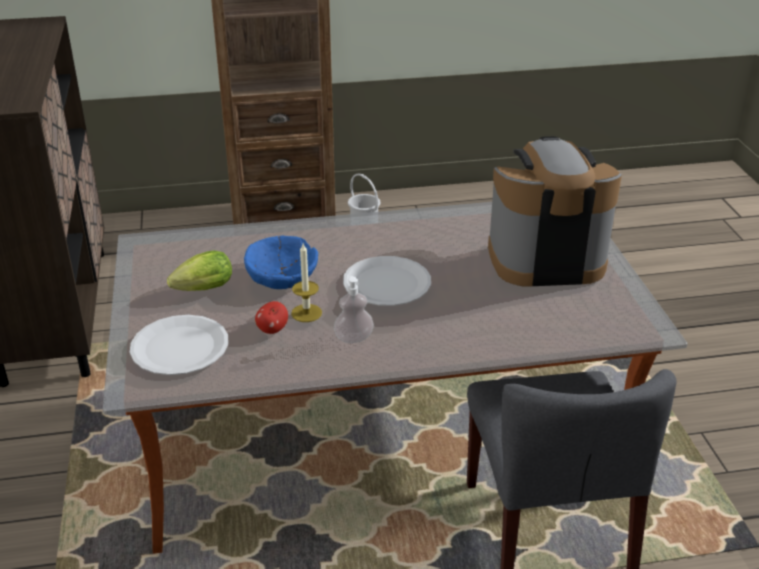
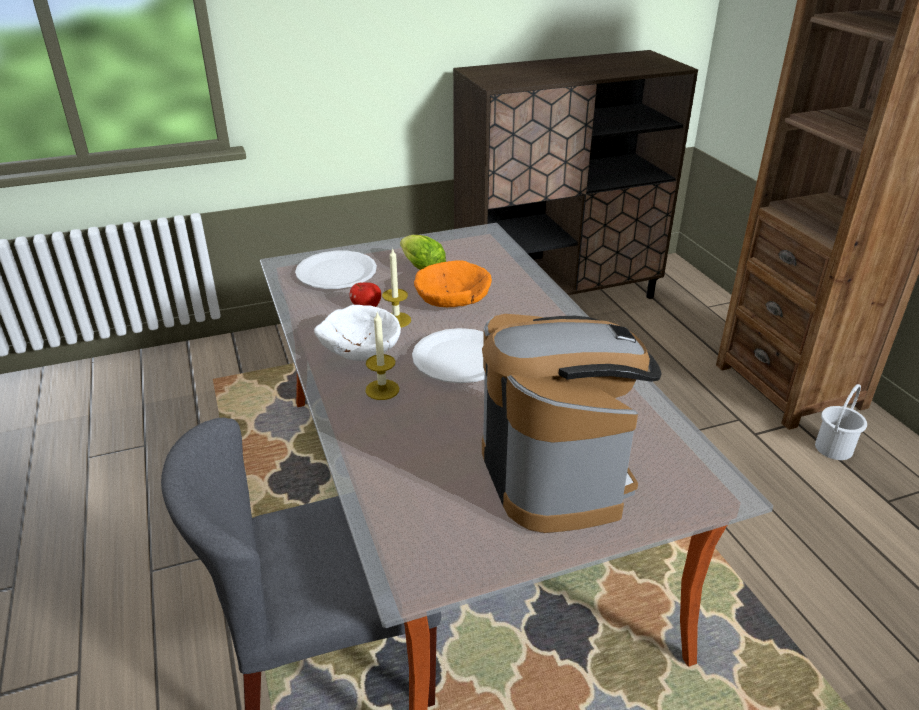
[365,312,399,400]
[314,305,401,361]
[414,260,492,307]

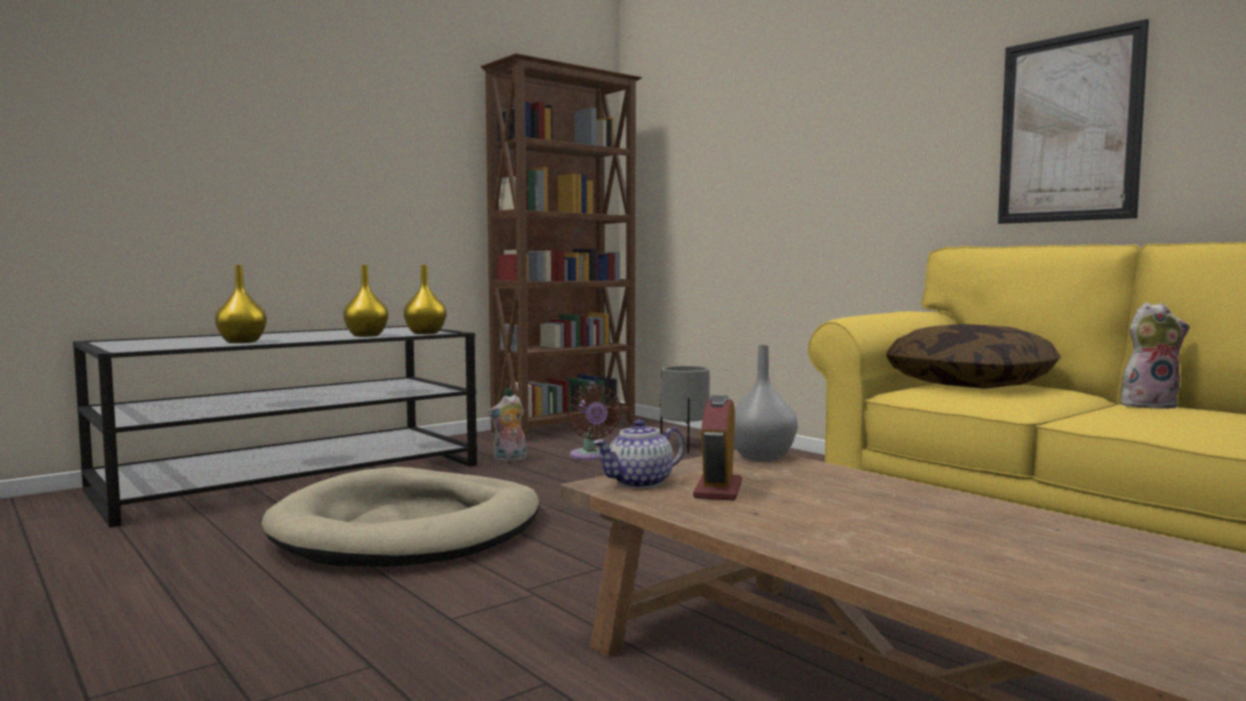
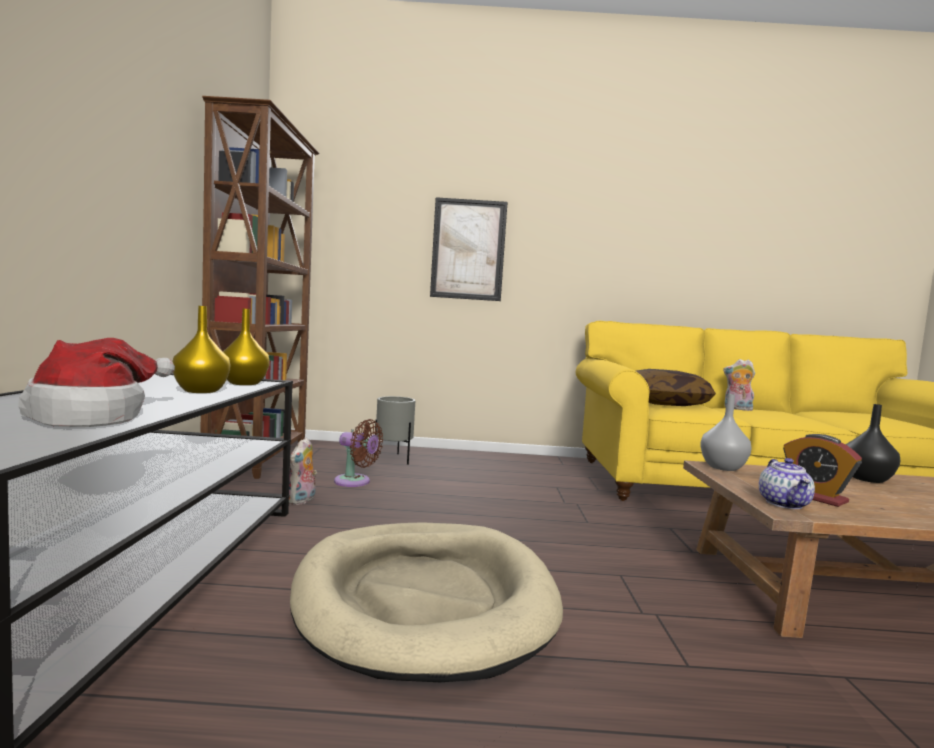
[846,404,901,483]
[430,197,508,301]
[18,338,175,427]
[723,359,755,411]

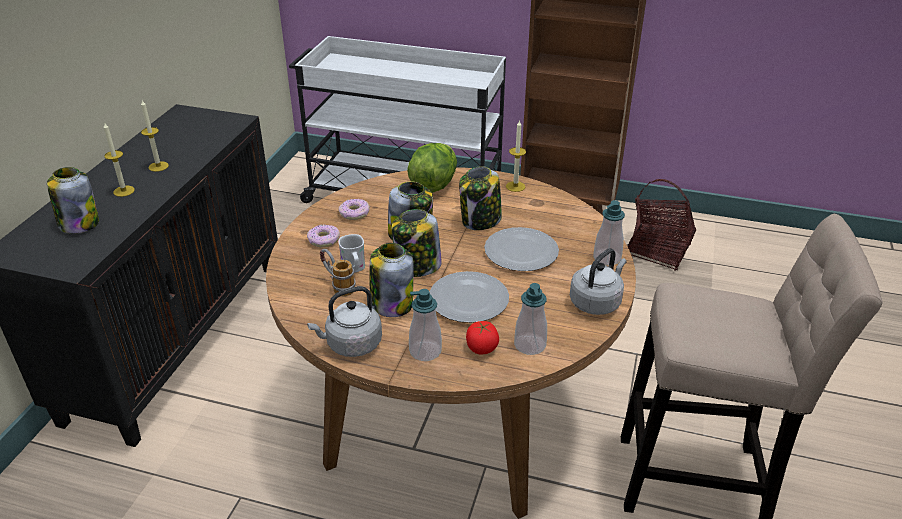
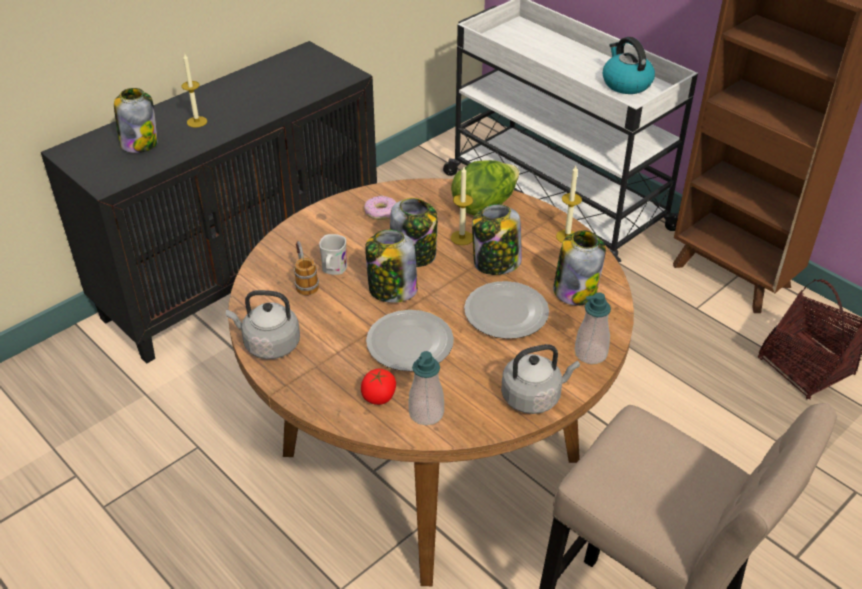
[307,225,340,248] (first image)
[409,289,442,361] (first image)
[603,37,655,94]
[451,167,473,245]
[553,230,606,306]

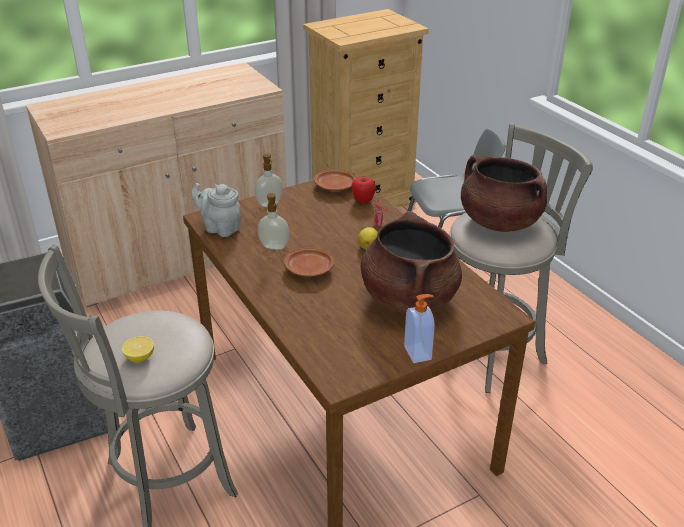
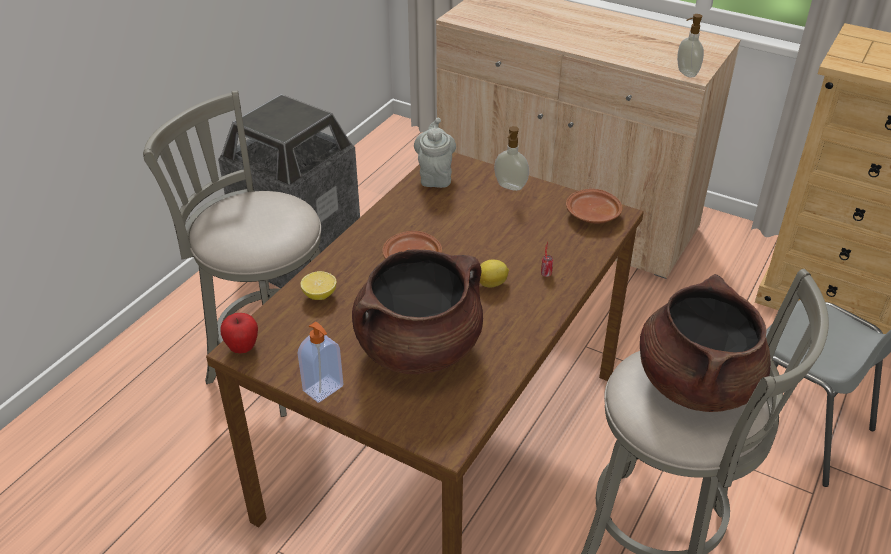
[301,271,336,300]
[677,14,704,78]
[220,313,258,354]

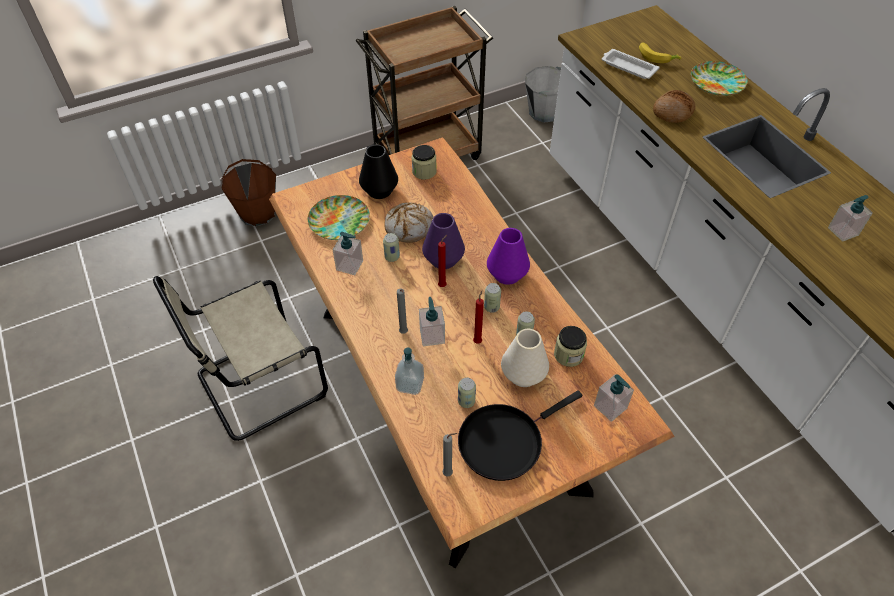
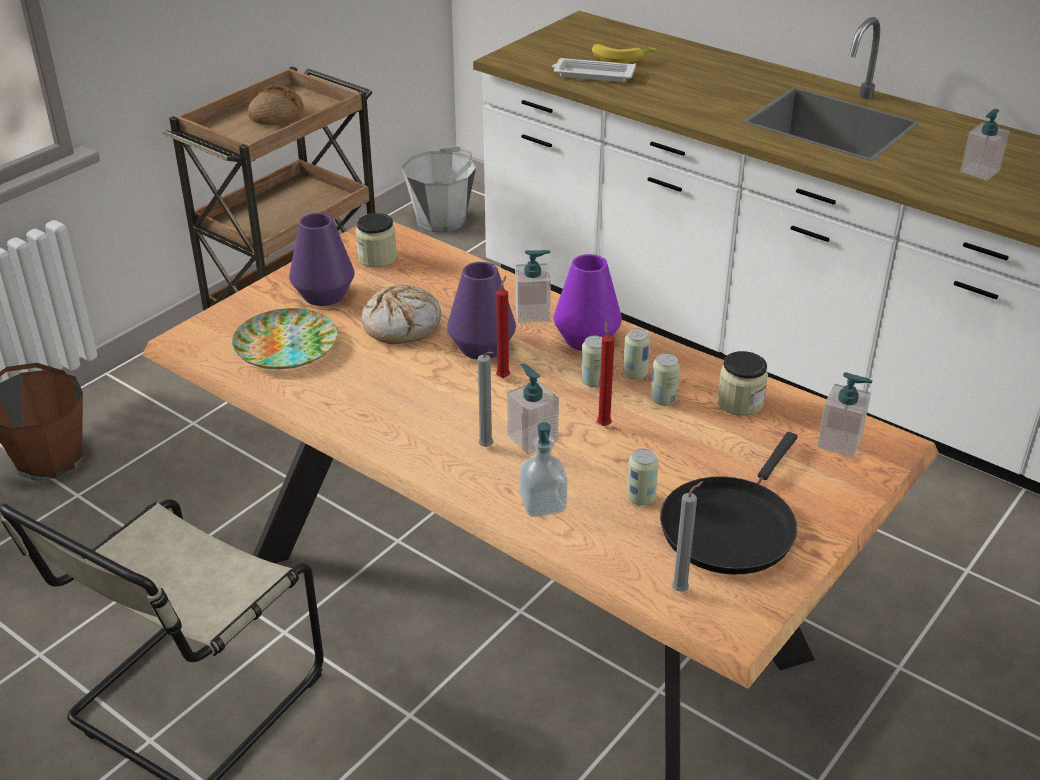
[501,329,549,387] (first image)
[691,61,748,96] (first image)
[515,250,551,323]
[623,328,650,380]
[248,84,304,125]
[289,213,354,306]

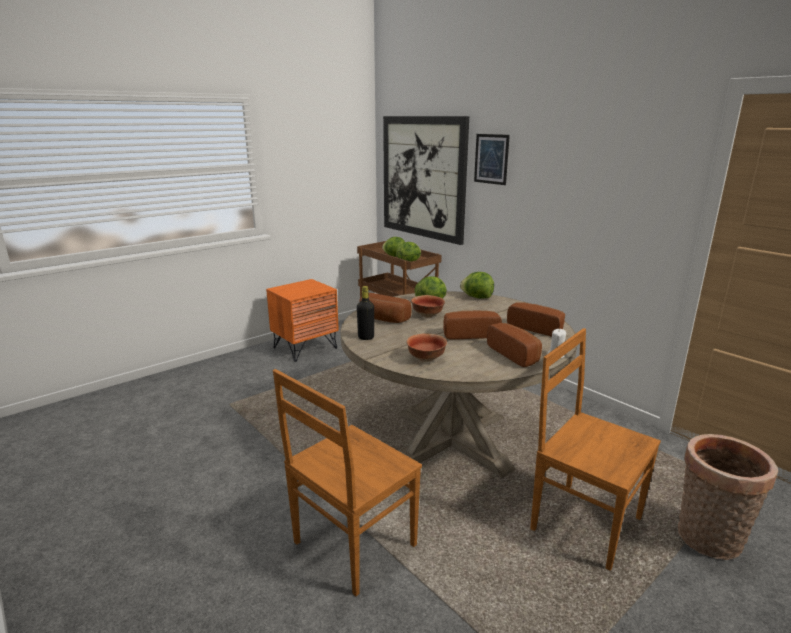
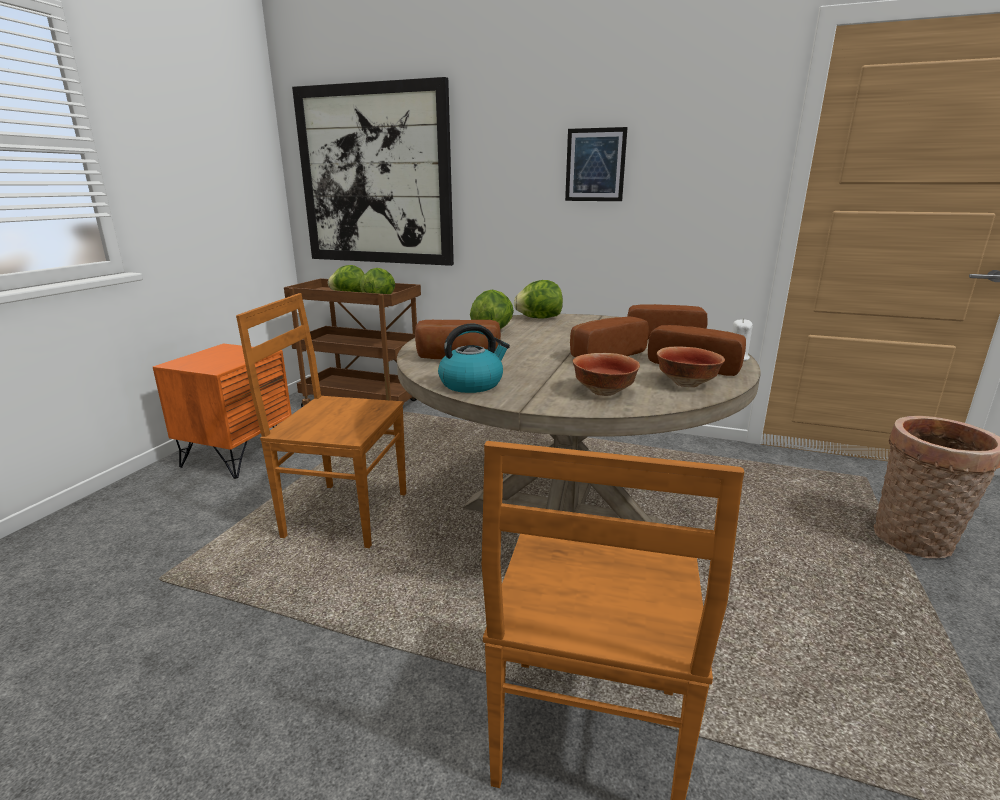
[657,346,725,387]
[565,127,628,201]
[236,293,406,548]
[438,324,510,393]

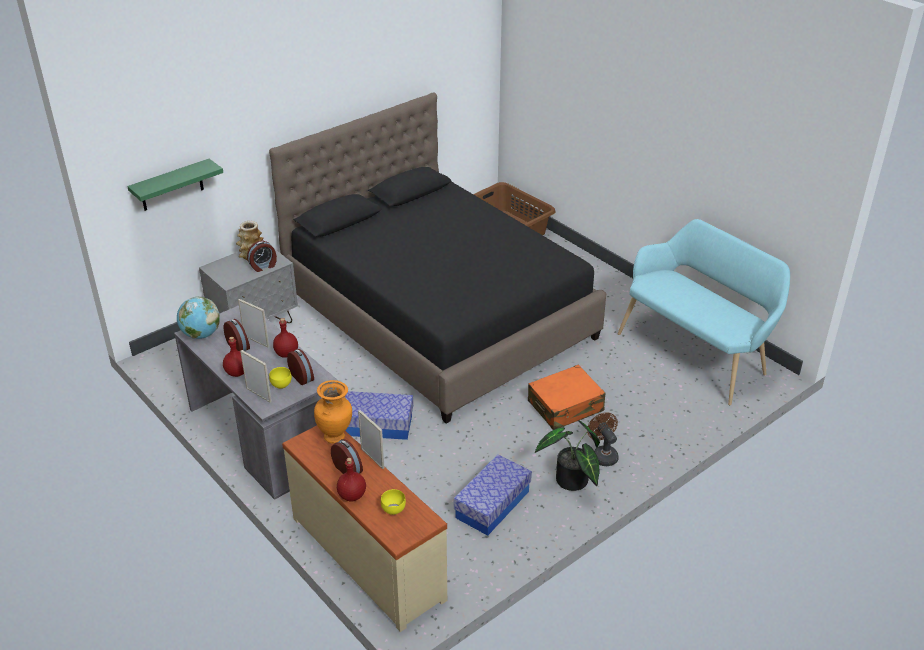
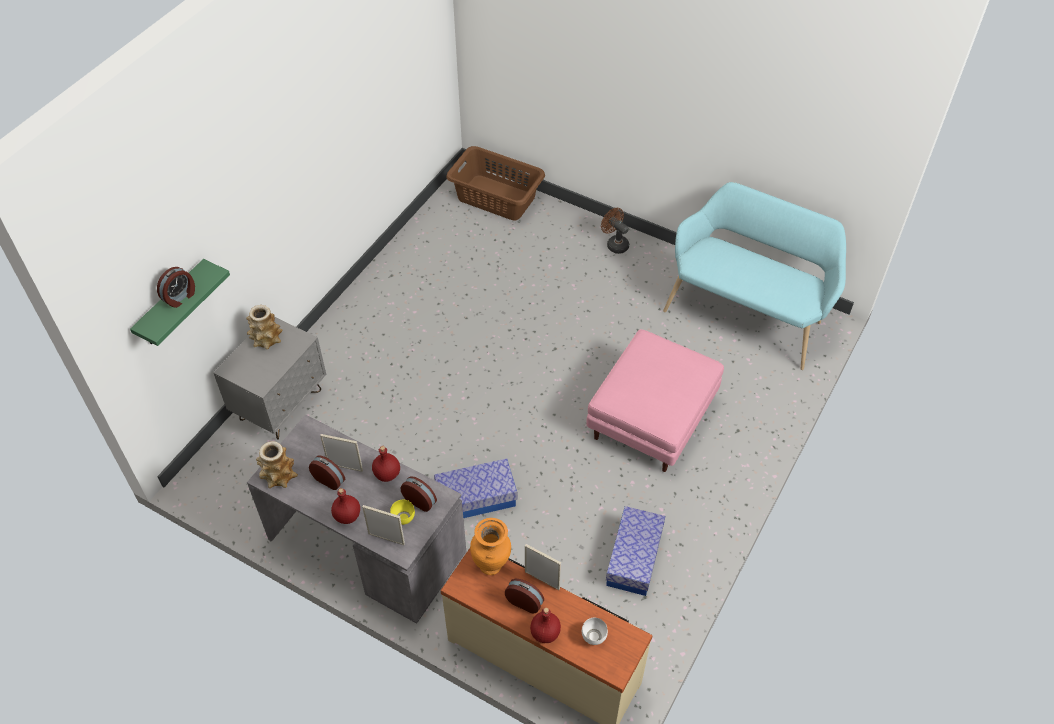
[269,93,606,424] (first image)
[535,420,600,491] (first image)
[157,267,195,308]
[601,208,629,254]
[256,441,298,488]
[586,329,724,472]
[582,618,608,645]

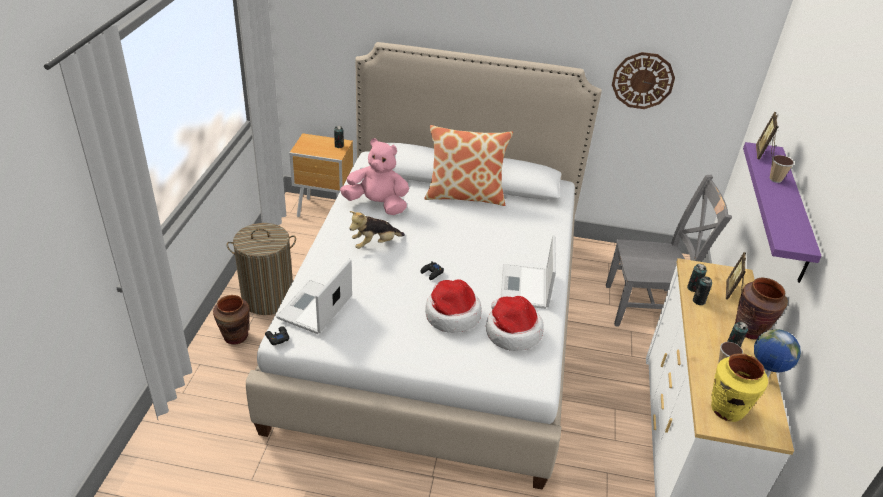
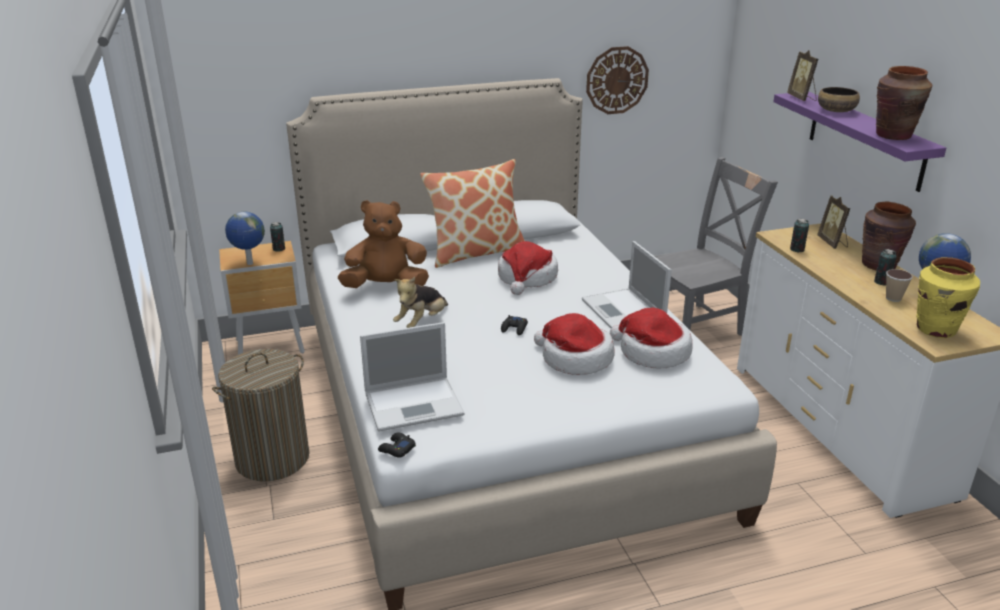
[693,276,712,305] (first image)
[225,212,265,265]
[498,241,558,295]
[876,66,933,140]
[818,87,860,112]
[338,200,429,288]
[360,322,464,432]

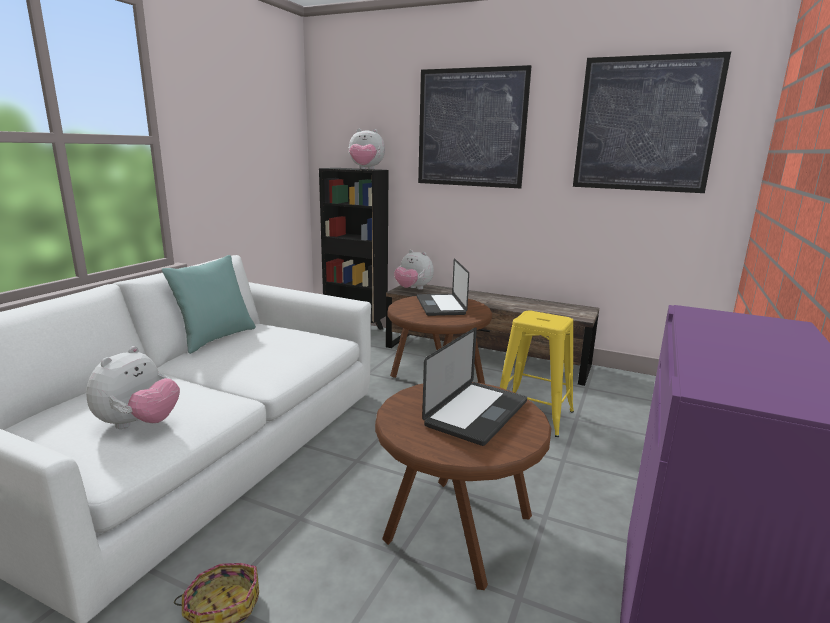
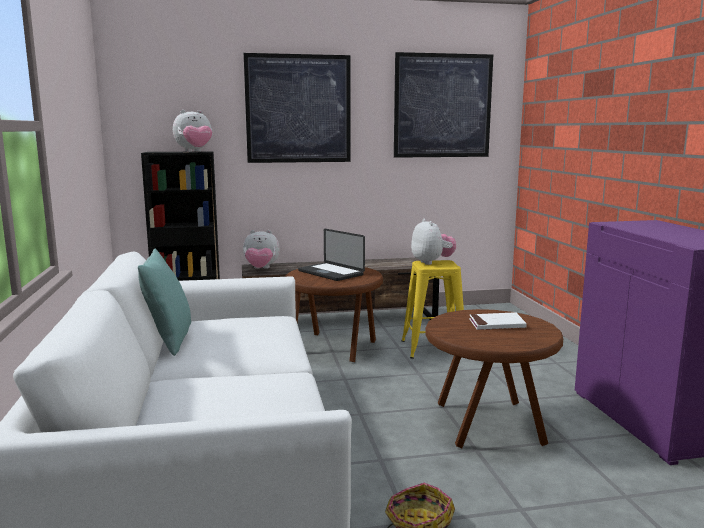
[411,219,456,265]
[469,312,527,330]

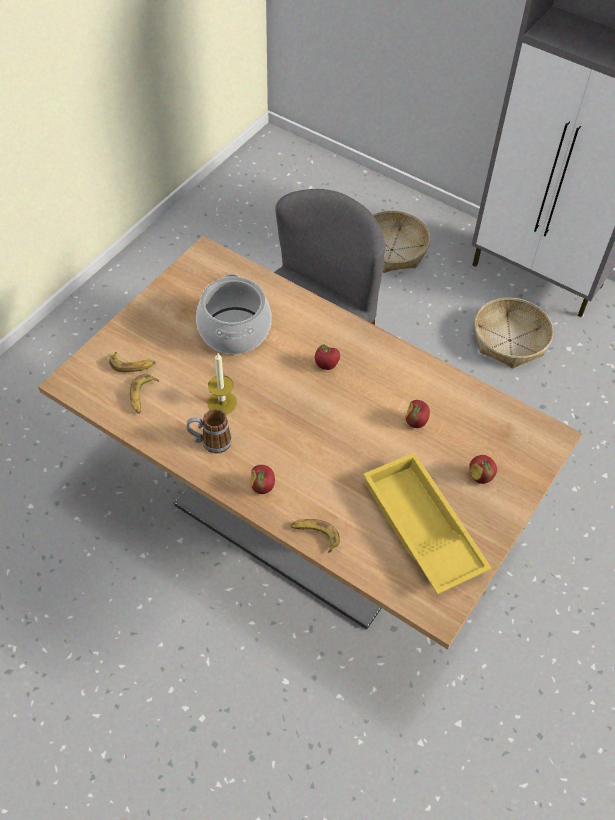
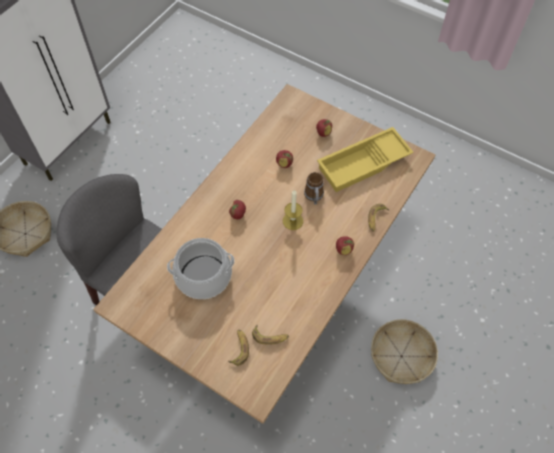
[304,172,324,205]
[283,189,303,230]
[371,319,438,384]

